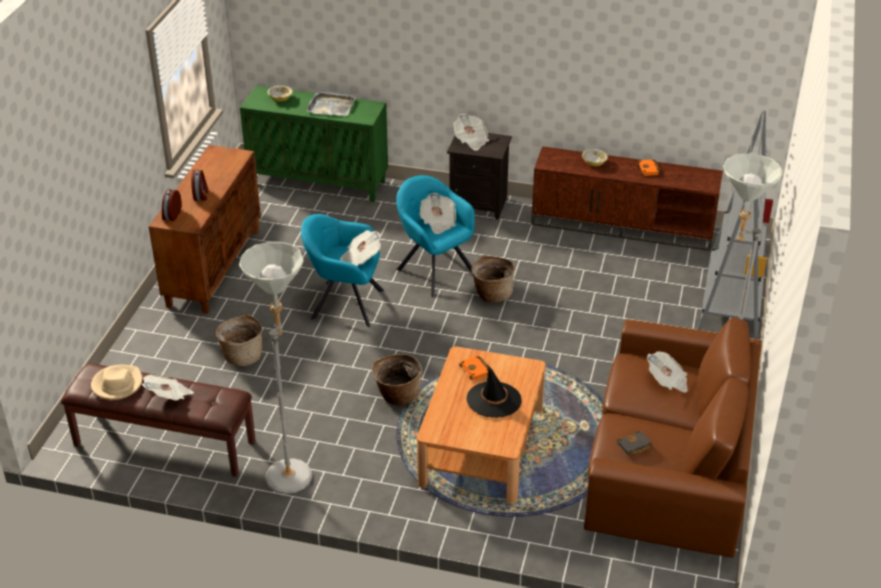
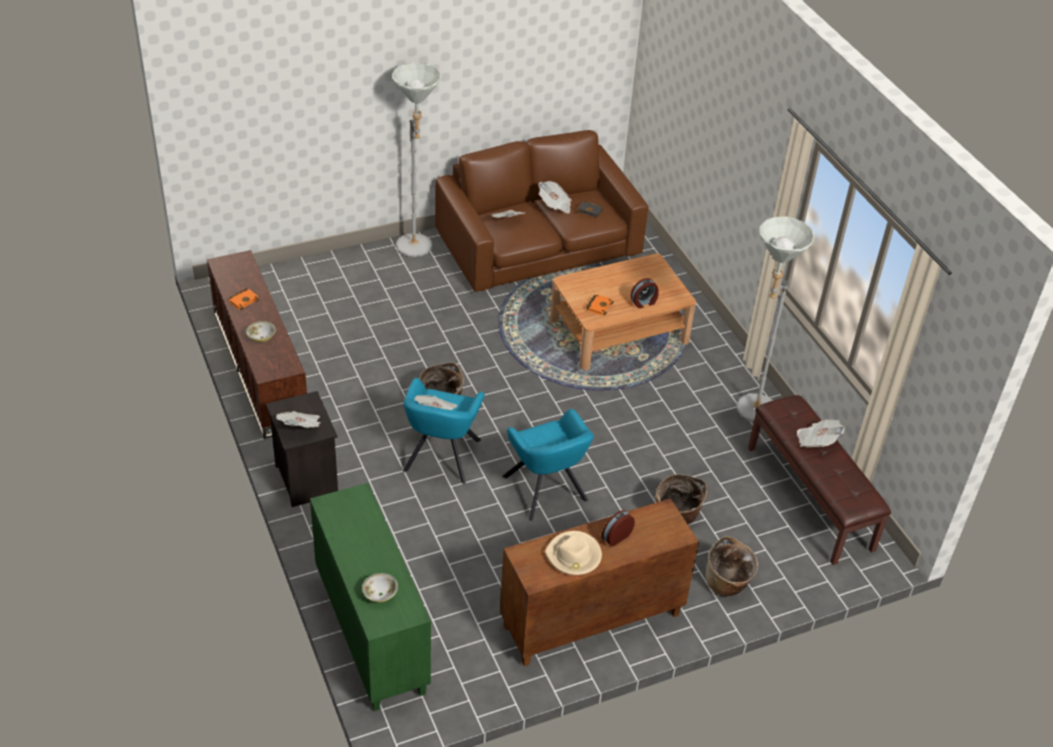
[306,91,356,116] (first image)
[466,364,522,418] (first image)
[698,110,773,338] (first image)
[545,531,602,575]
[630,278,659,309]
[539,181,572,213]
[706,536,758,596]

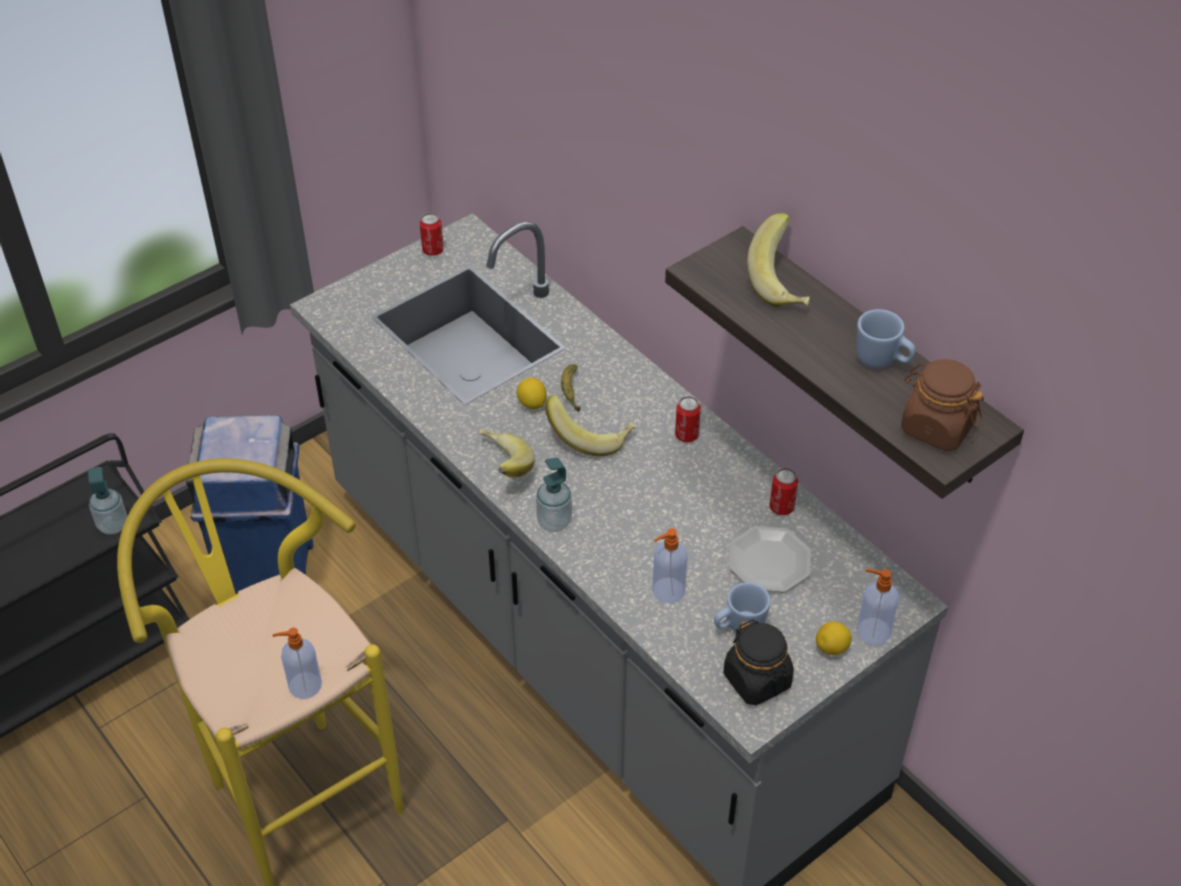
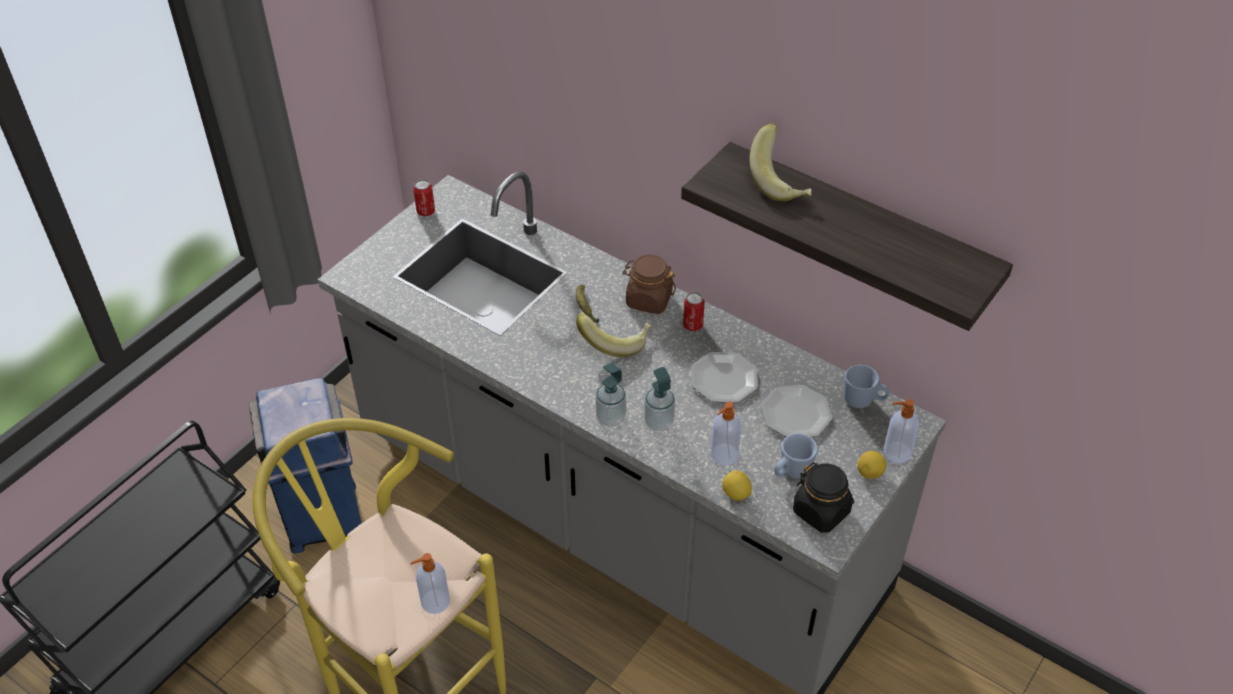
[479,428,535,478] (first image)
[770,468,798,515] (first image)
[691,352,758,403]
[644,367,675,431]
[722,470,752,501]
[844,365,890,408]
[622,255,676,314]

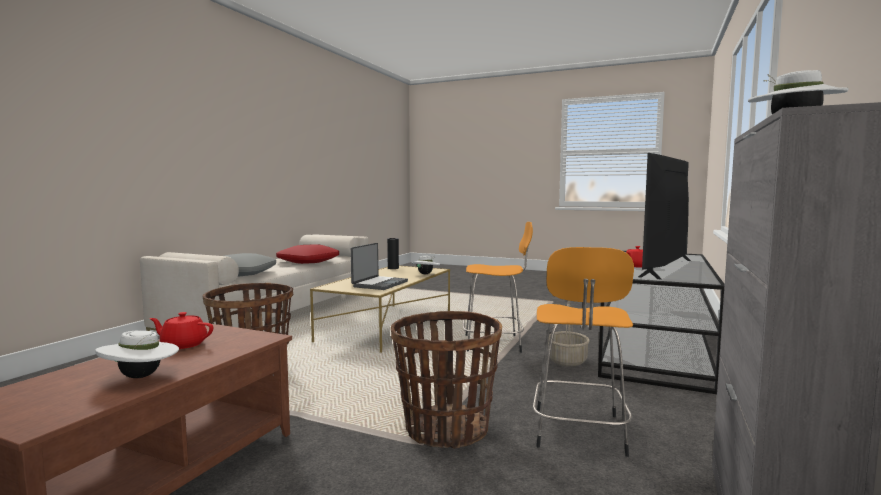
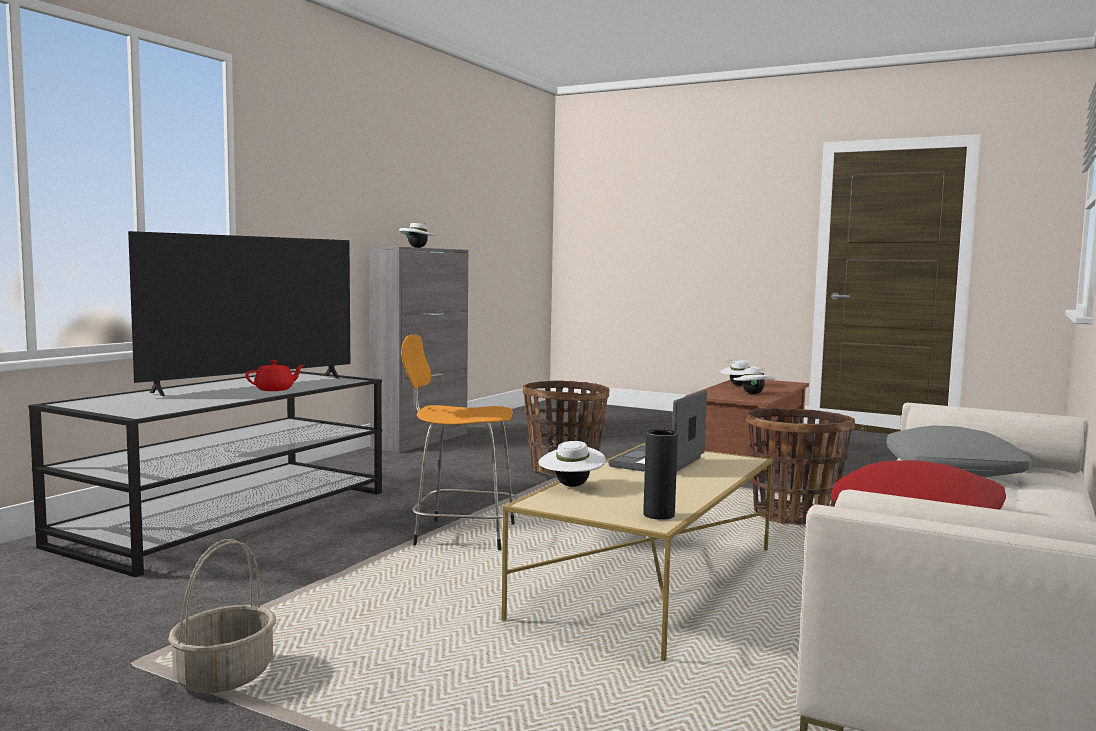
[533,247,634,457] (first image)
[168,539,276,693]
[733,367,776,394]

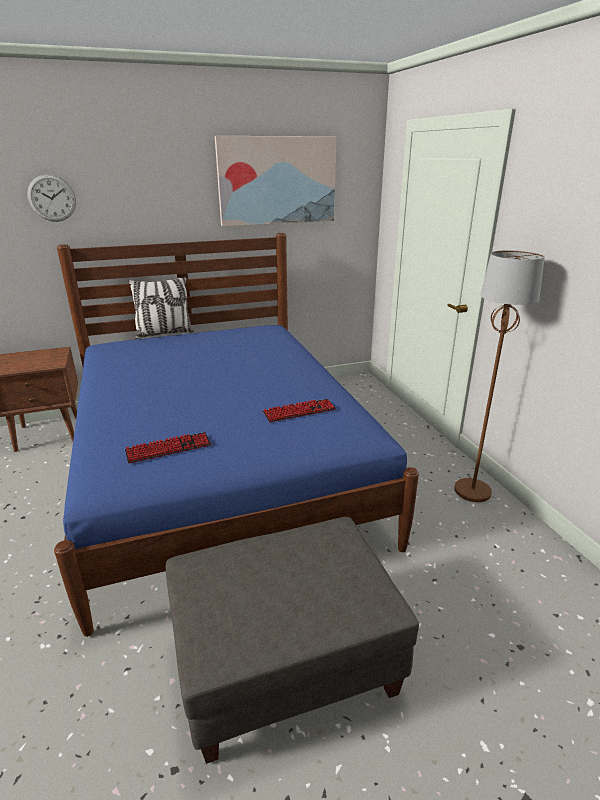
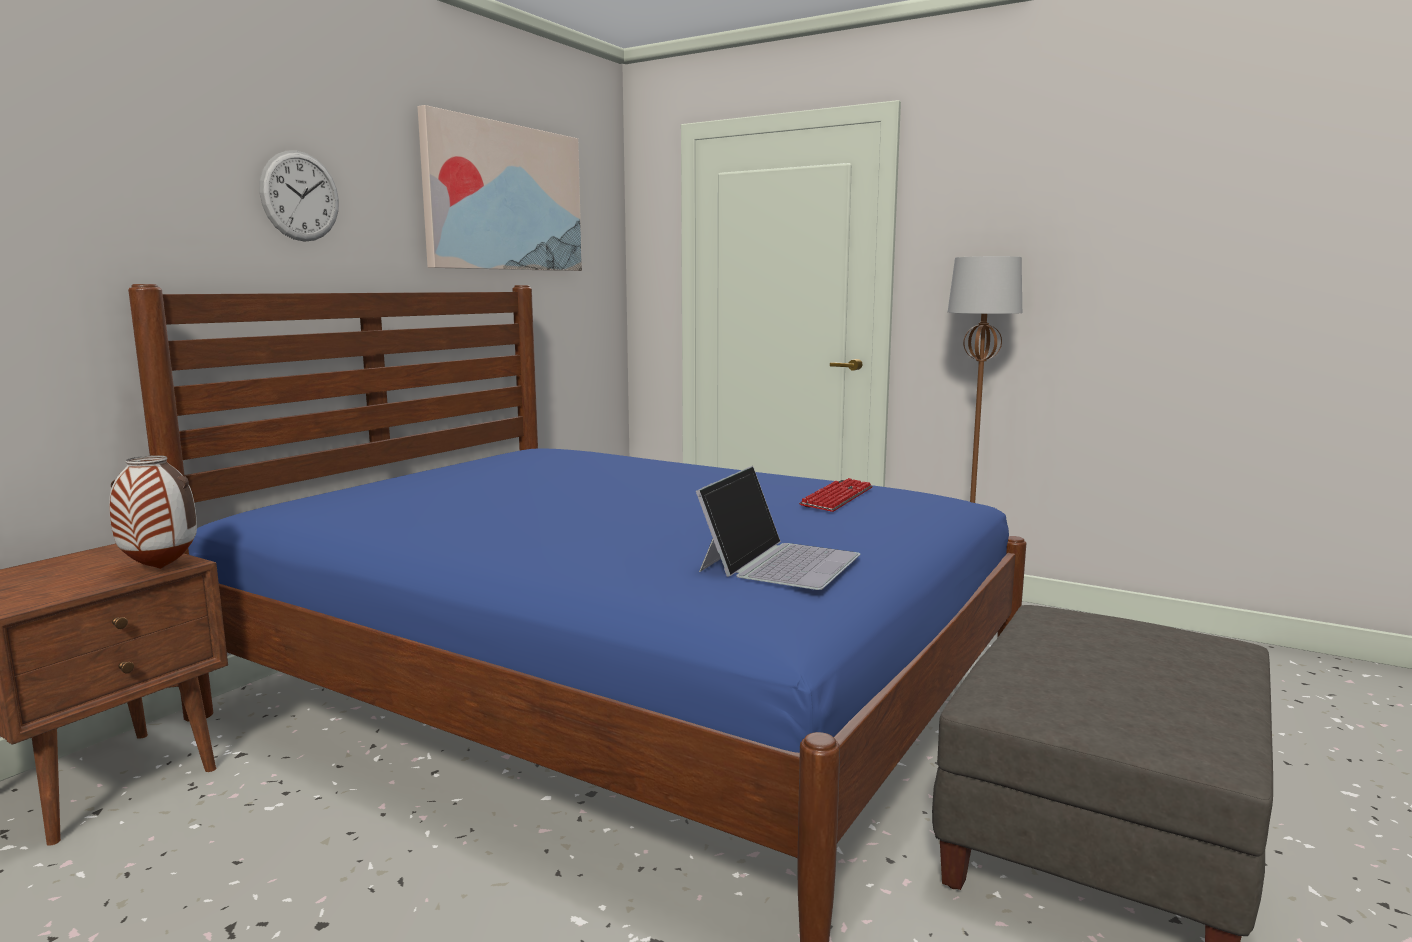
[128,277,194,339] (first image)
[109,455,197,569]
[259,151,339,242]
[696,466,861,590]

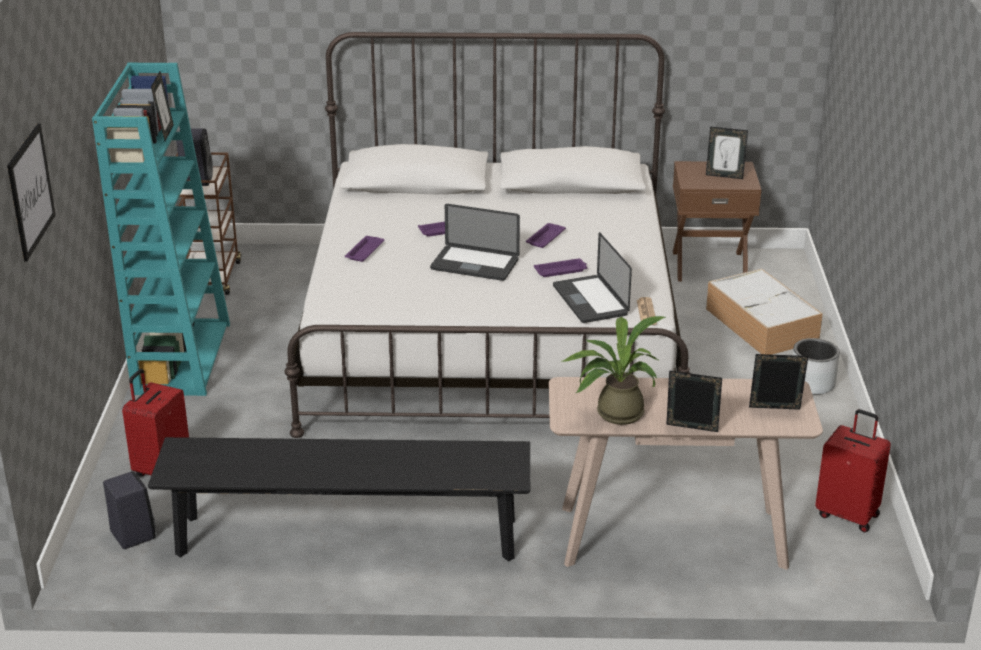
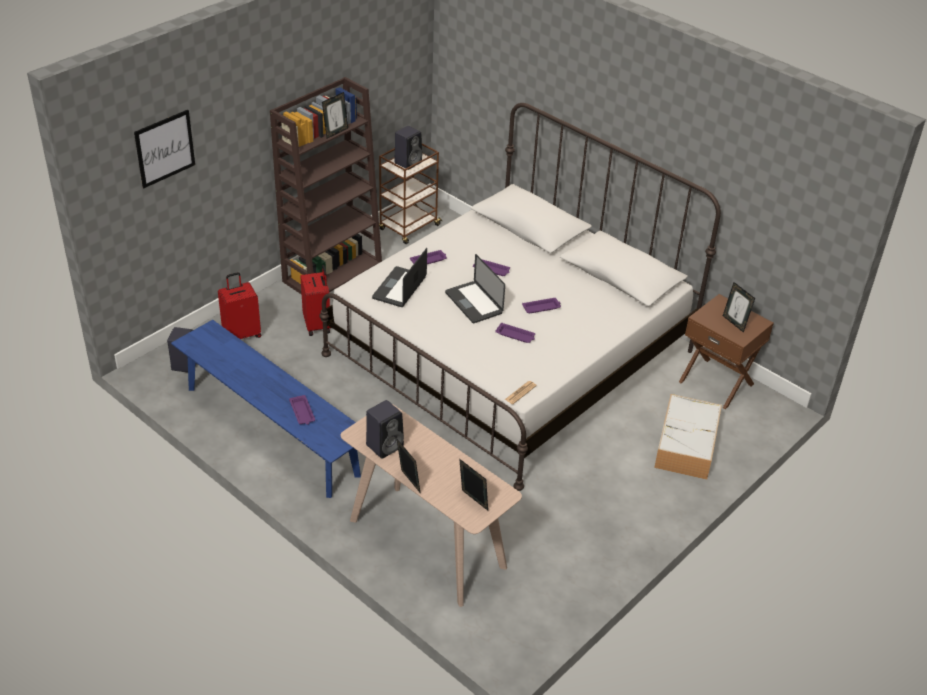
[792,338,840,395] (first image)
[289,395,315,425]
[372,248,427,307]
[300,265,330,336]
[366,400,404,459]
[270,77,382,295]
[171,320,361,498]

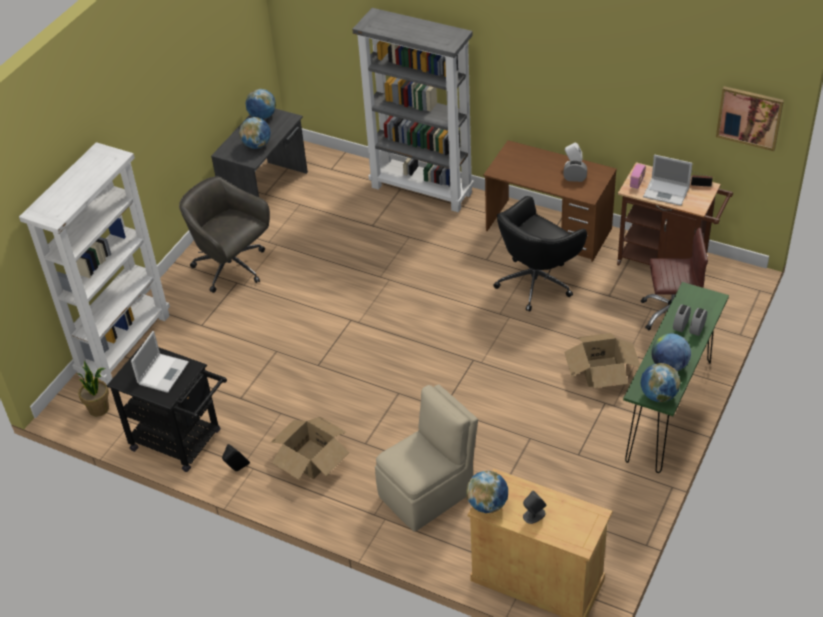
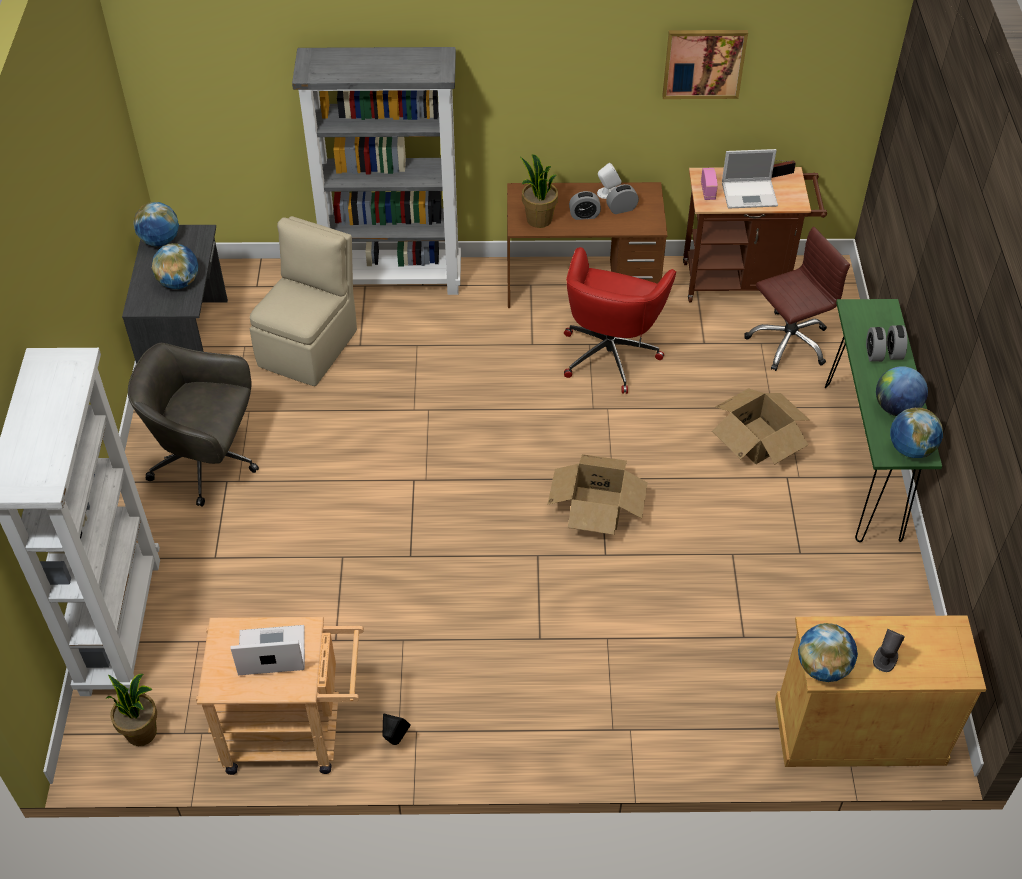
[520,154,558,228]
[569,191,601,220]
[547,454,648,535]
[250,216,357,386]
[662,30,748,99]
[196,617,364,775]
[564,247,676,394]
[231,625,305,675]

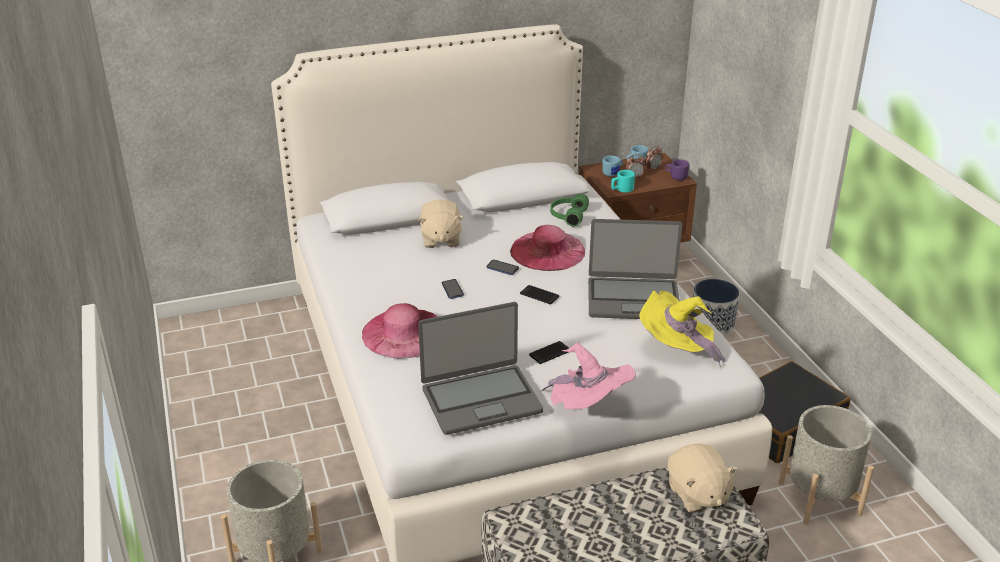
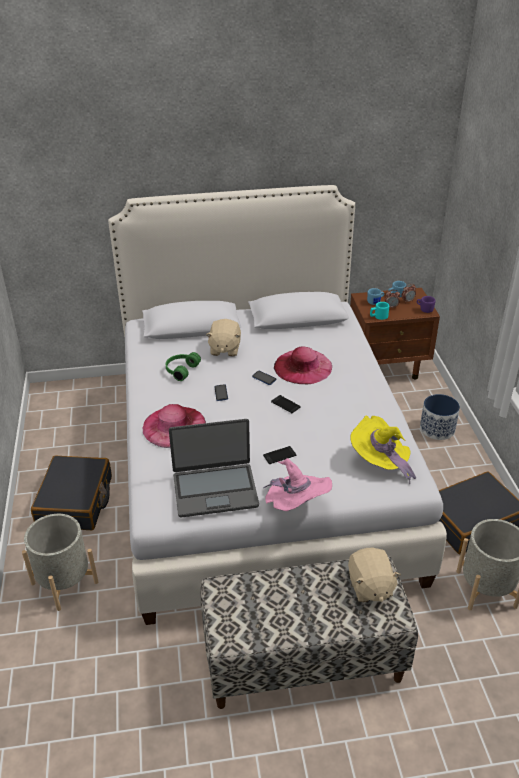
[588,219,682,319] (first image)
[31,456,112,530]
[166,352,201,381]

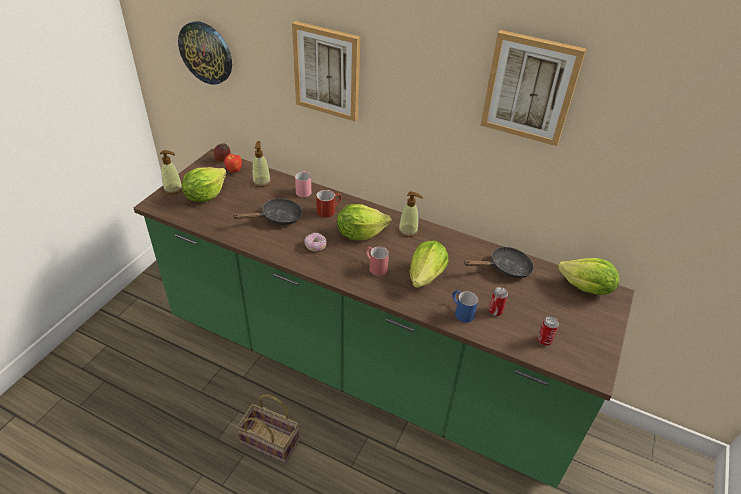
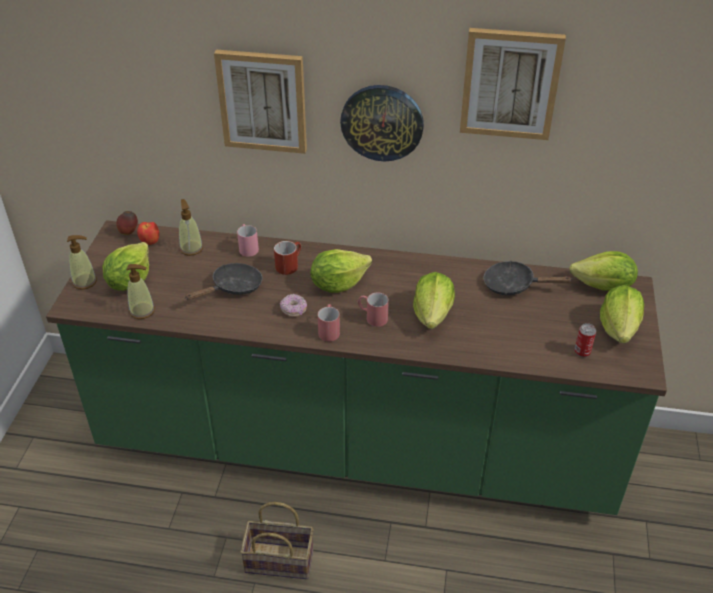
[452,290,478,323] (first image)
[489,287,508,316] (first image)
[318,304,340,342]
[600,285,644,343]
[340,85,424,161]
[126,264,155,319]
[484,261,573,295]

